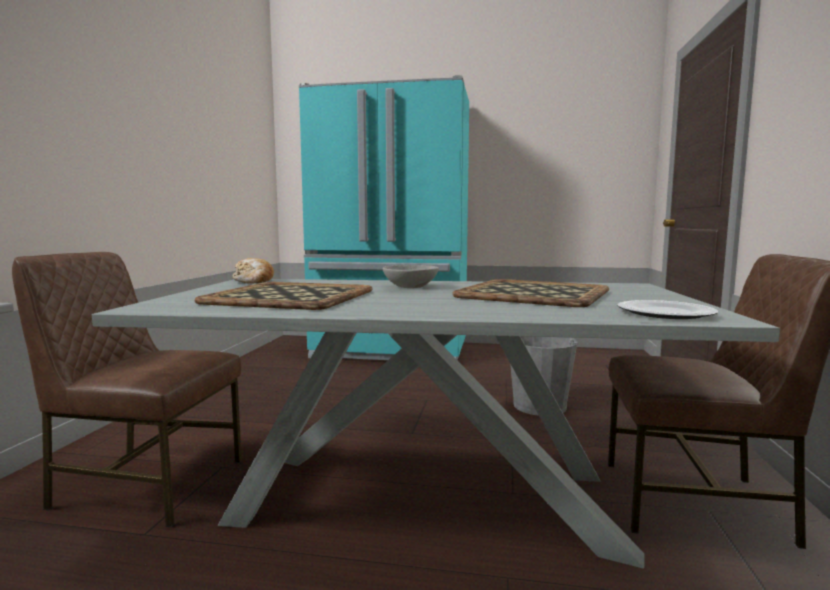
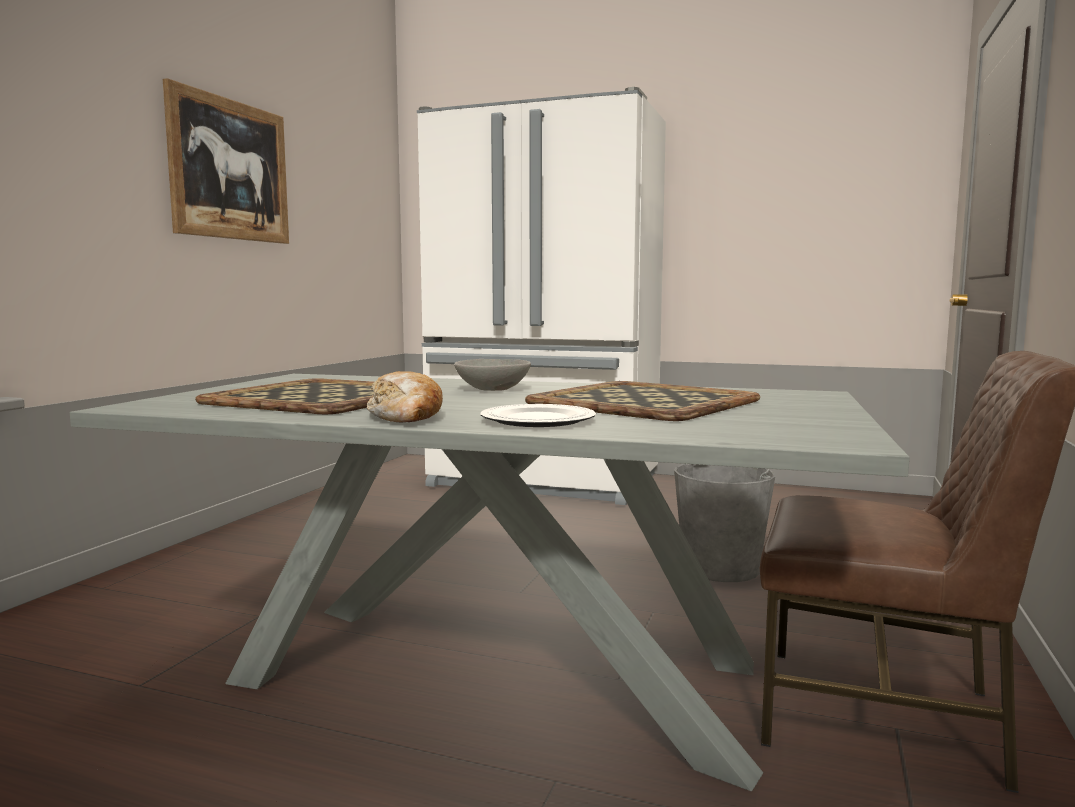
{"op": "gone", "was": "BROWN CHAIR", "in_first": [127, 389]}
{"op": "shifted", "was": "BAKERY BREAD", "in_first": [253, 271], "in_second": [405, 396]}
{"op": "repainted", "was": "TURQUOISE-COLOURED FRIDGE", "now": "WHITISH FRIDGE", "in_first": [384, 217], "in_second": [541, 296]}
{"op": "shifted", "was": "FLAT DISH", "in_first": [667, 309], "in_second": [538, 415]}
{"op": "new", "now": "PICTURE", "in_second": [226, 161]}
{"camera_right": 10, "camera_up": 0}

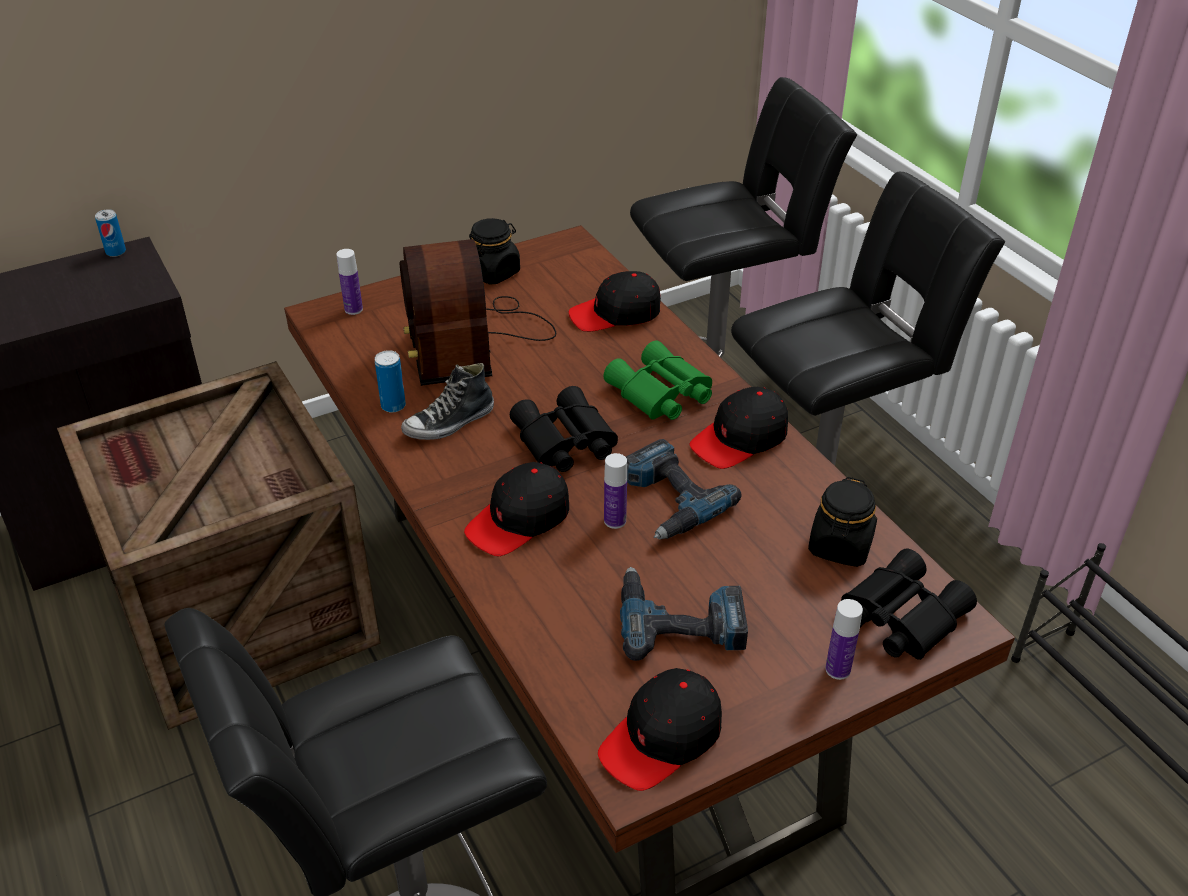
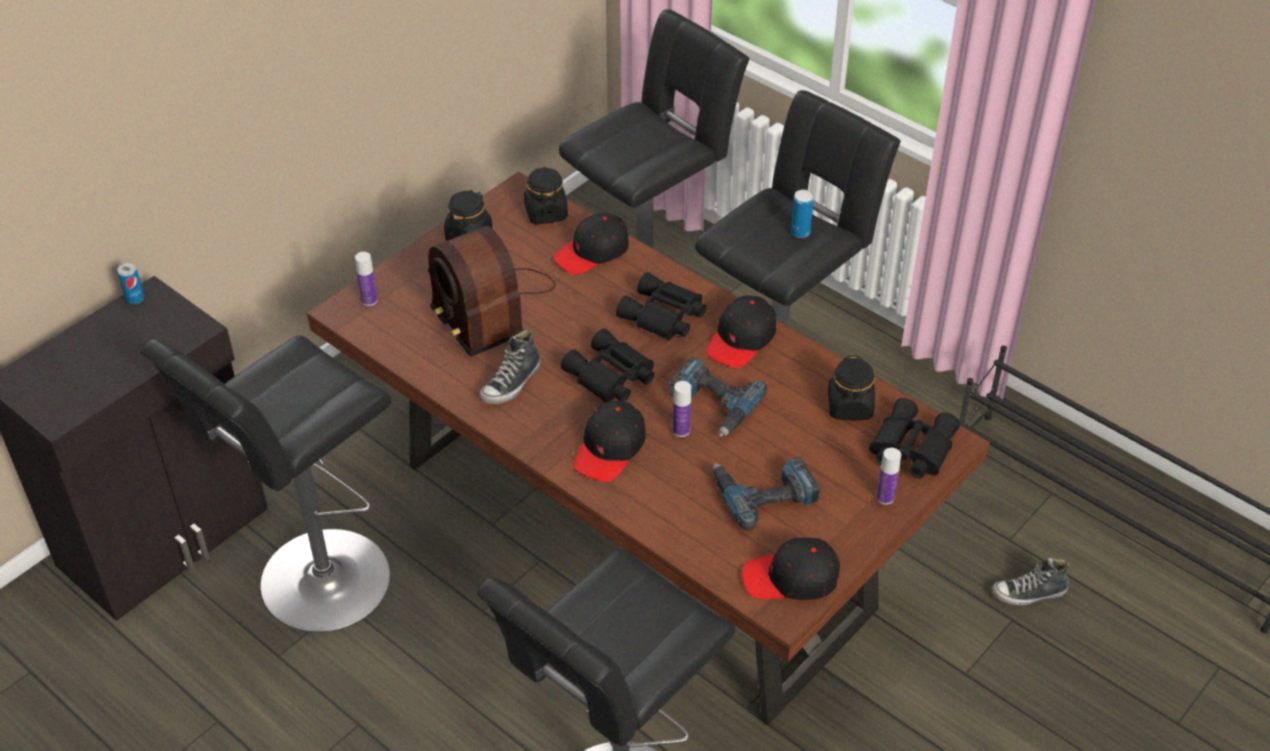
{"op": "swapped", "was": "PACKING CRATE", "now": "BLACK-COLOURED SITTING STOOL", "in_first": [219, 545], "in_second": [265, 484]}
{"op": "shifted", "was": "SEALED CAN", "in_first": [390, 381], "in_second": [802, 214]}
{"op": "rotated", "was": "BLACK-COLOURED PEAKED CAP", "in_first": [660, 729], "in_second": [791, 568], "clockwise": 60}
{"op": "repainted", "was": "GREEN FIELD GLASSES", "now": "BLACK-COLOURED FIELD GLASSES", "in_first": [658, 380], "in_second": [661, 306]}
{"op": "new", "now": "BLACK-COLOURED STORAGE JAR", "in_second": [546, 196]}
{"op": "new", "now": "ITEM OF FOOTWEAR", "in_second": [1030, 581]}
{"camera_right": -20, "camera_up": 5}

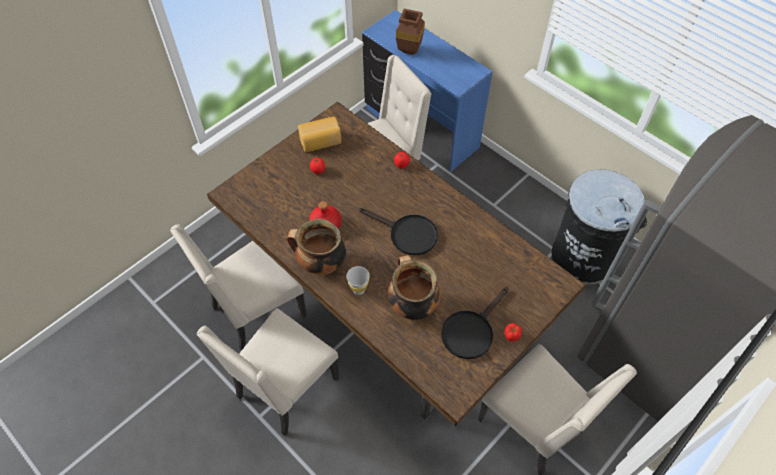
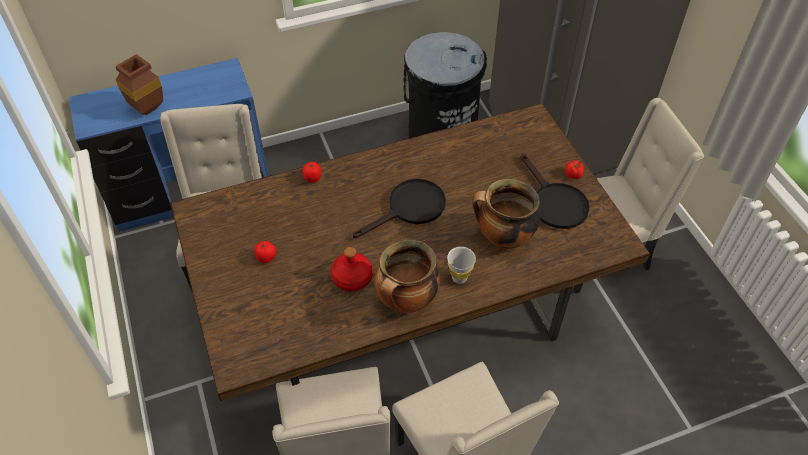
{"op": "gone", "was": "BAKERY BREAD", "in_first": [319, 134]}
{"camera_right": -65, "camera_up": -5}

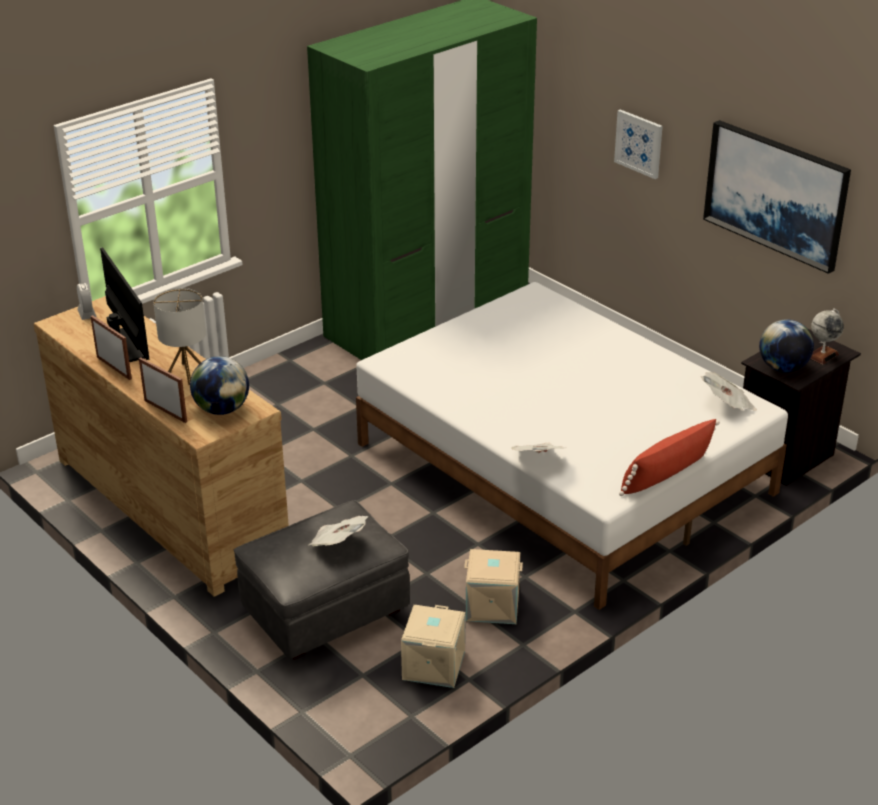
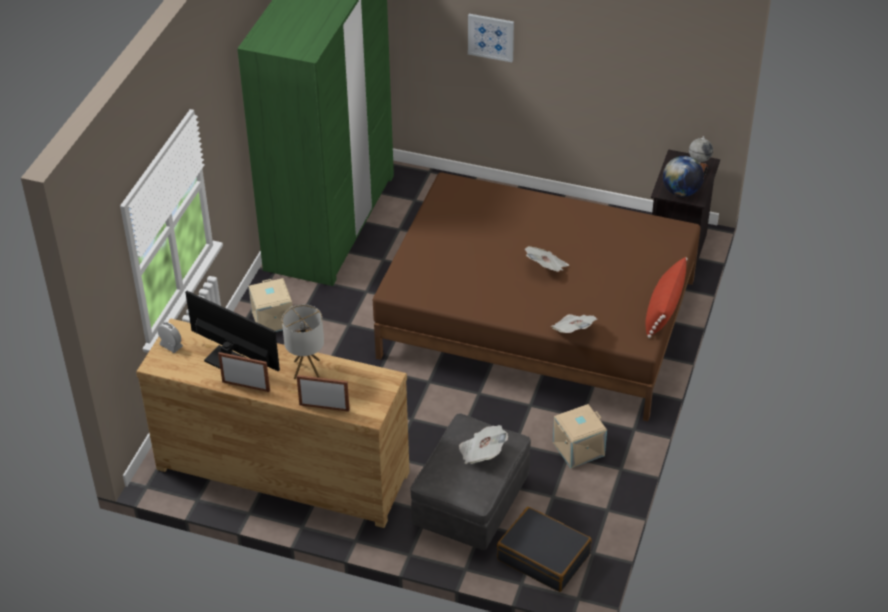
{"op": "gone", "was": "WORLD GLOBE", "in_first": [219, 385]}
{"op": "repainted", "was": "WHITISH BED", "now": "BROWN BED", "in_first": [572, 446], "in_second": [537, 297]}
{"op": "shifted", "was": "SAND-COLOURED STORAGE BIN", "in_first": [433, 646], "in_second": [270, 305]}
{"op": "shifted", "was": "DAILY PAPER", "in_first": [729, 391], "in_second": [547, 259]}
{"op": "gone", "was": "PICTURE", "in_first": [777, 197]}
{"op": "new", "now": "BLACK-COLOURED PIECE OF LUGGAGE", "in_second": [544, 549]}
{"camera_right": -30, "camera_up": 10}

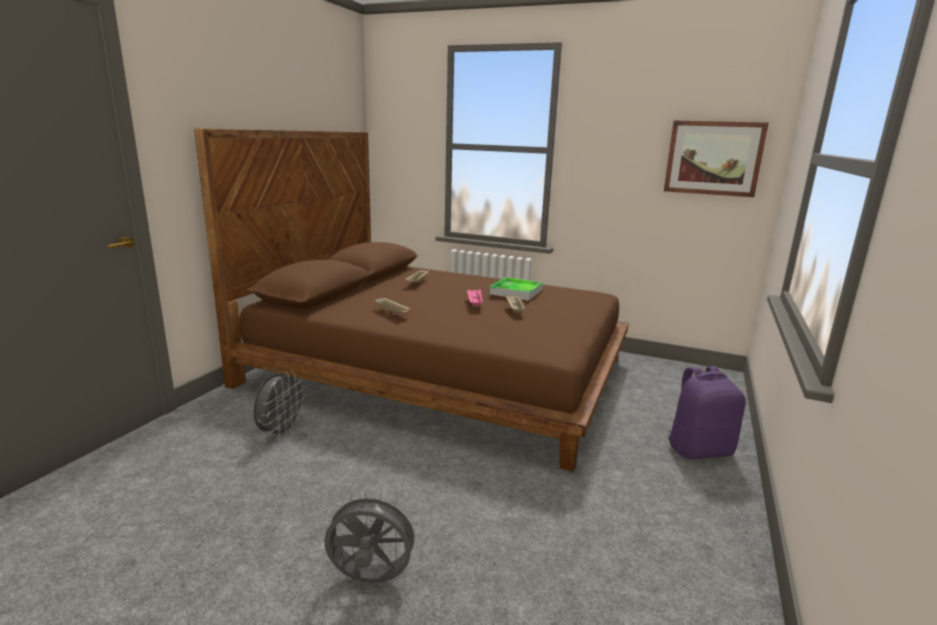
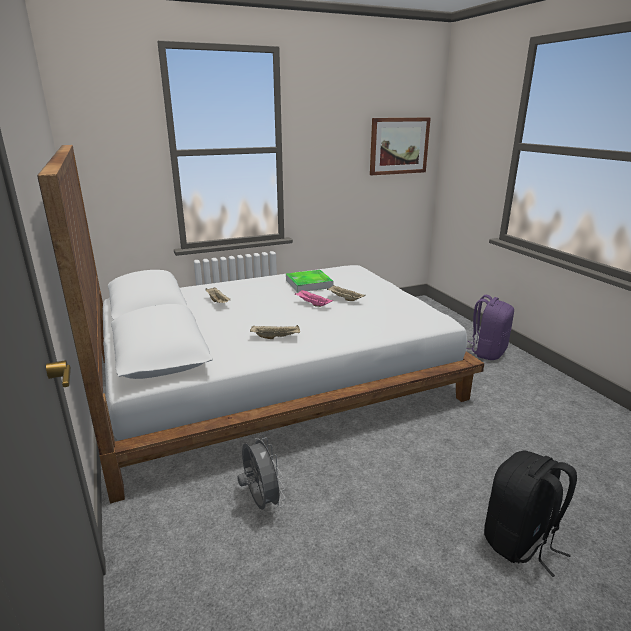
{"op": "repainted", "was": "BROWN BED", "now": "WHITISH BED", "in_first": [411, 300], "in_second": [260, 324]}
{"op": "swapped", "was": "GRAY ELECTRIC FAN", "now": "BLACK-COLOURED RUCKSACK", "in_first": [372, 537], "in_second": [530, 513]}
{"camera_right": -45, "camera_up": 5}

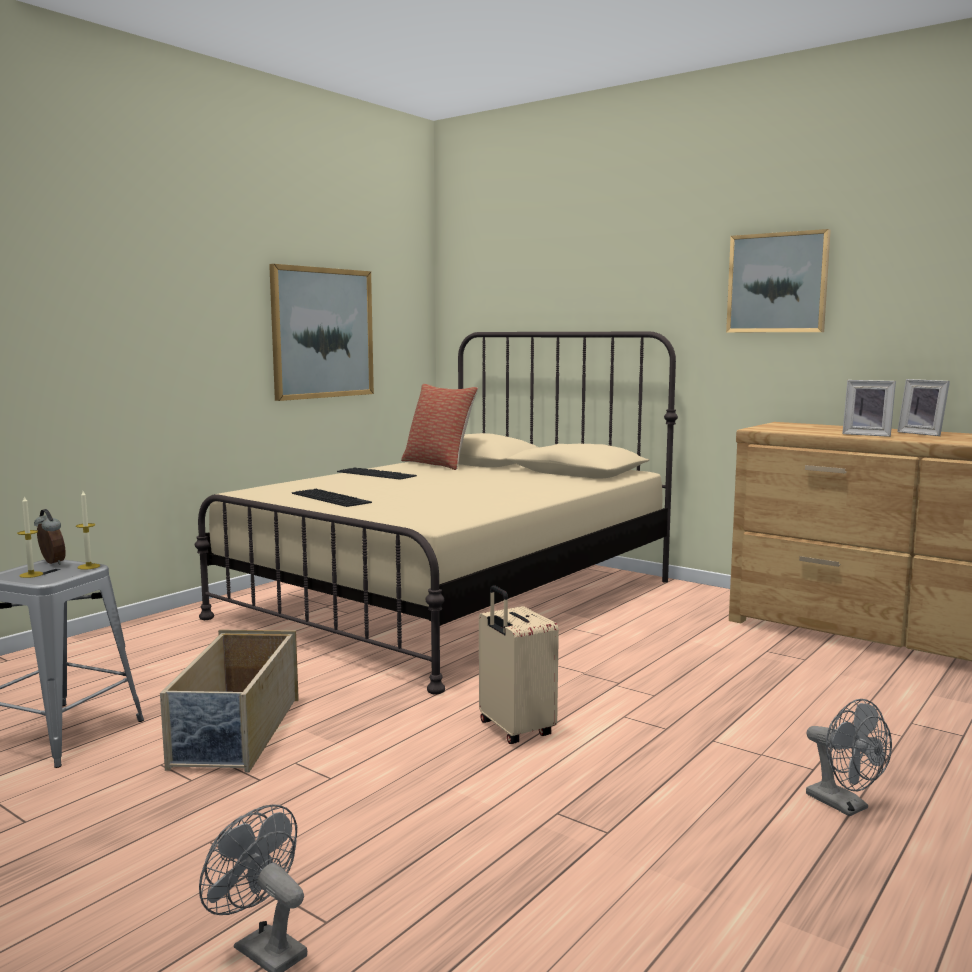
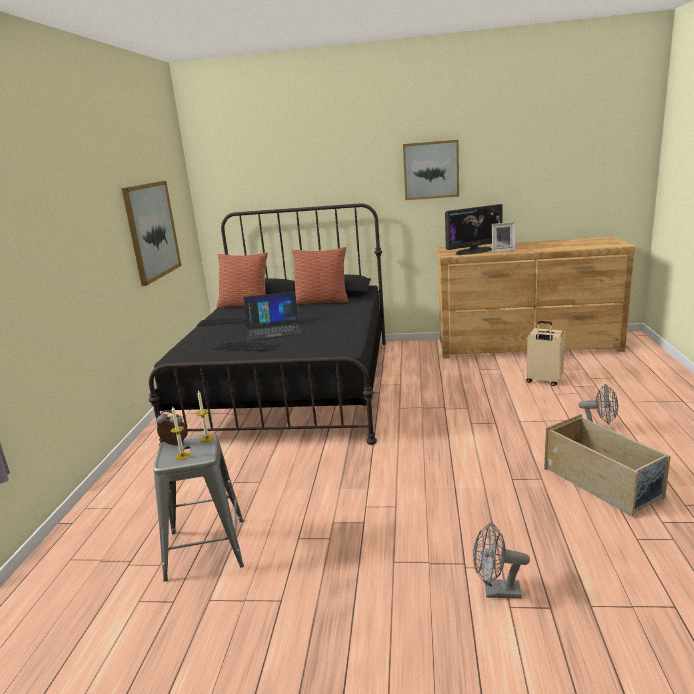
{"op": "shifted", "was": "SAND-COLOURED STORAGE BIN", "in_first": [229, 701], "in_second": [607, 465]}
{"op": "repainted", "was": "SAND-COLOURED BED", "now": "BLACK-COLOURED BED", "in_first": [436, 513], "in_second": [267, 324]}
{"op": "shifted", "was": "SAND-COLOURED PIECE OF LUGGAGE", "in_first": [519, 664], "in_second": [545, 353]}
{"op": "gone", "was": "PHOTO FRAME", "in_first": [923, 407]}
{"op": "new", "now": "PORTABLE COMPUTER", "in_second": [272, 316]}
{"op": "new", "now": "CUSHION", "in_second": [320, 275]}
{"op": "new", "now": "MONITOR", "in_second": [474, 229]}
{"camera_right": -30, "camera_up": 10}

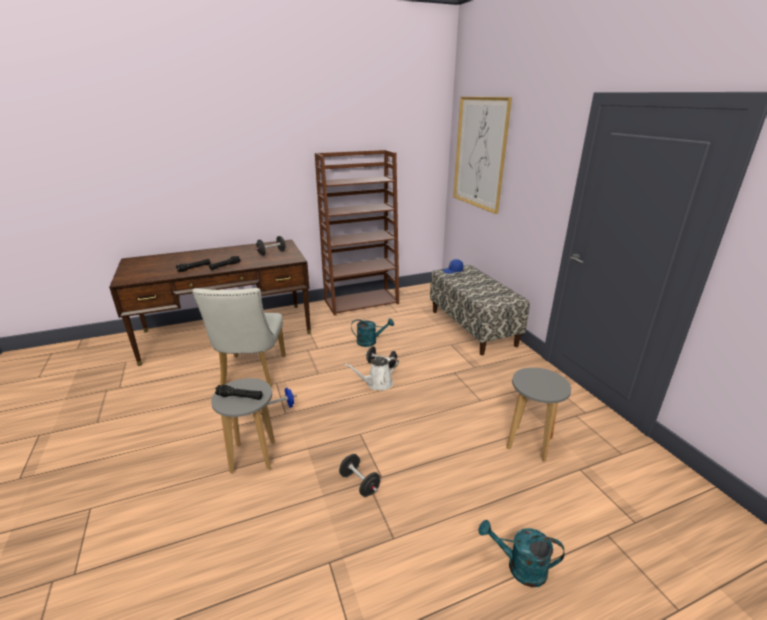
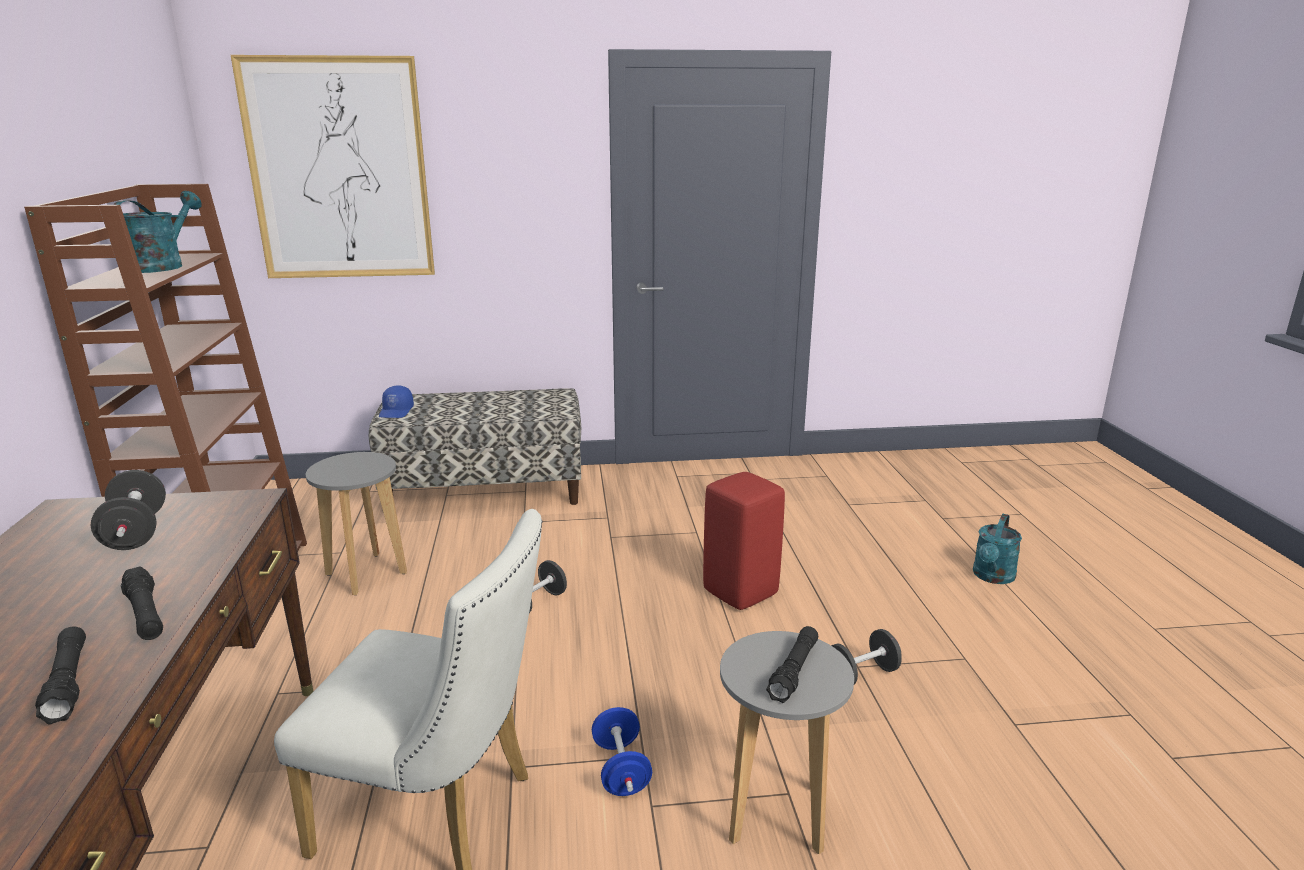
{"op": "gone", "was": "WHITISH SPRINKLING CAN", "in_first": [371, 373]}
{"op": "shifted", "was": "TURQUOISE-COLOURED SPRINKLING CAN", "in_first": [372, 332], "in_second": [157, 232]}
{"op": "shifted", "was": "GRAY SITTING STOOL", "in_first": [538, 414], "in_second": [356, 523]}
{"op": "new", "now": "RED-COLOURED SITTING STOOL", "in_second": [744, 541]}
{"camera_right": -75, "camera_up": -5}

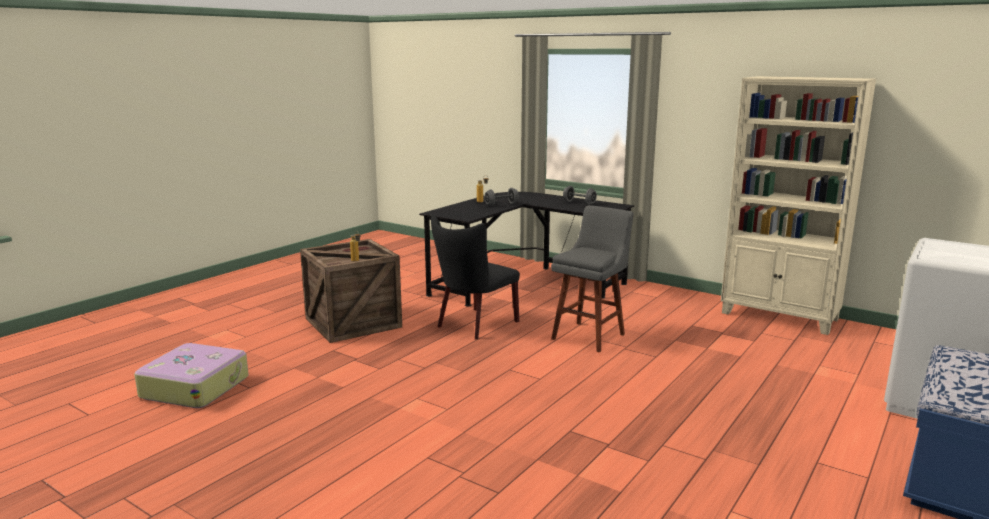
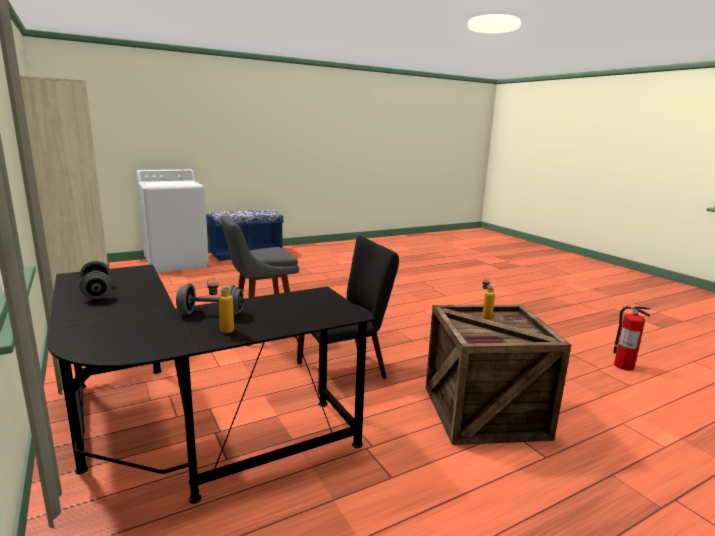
{"op": "swapped", "was": "PIECE OF LUGGAGE", "now": "FIRE EXTINGUISHER", "in_first": [191, 375], "in_second": [631, 338]}
{"camera_right": -155, "camera_up": 0}

